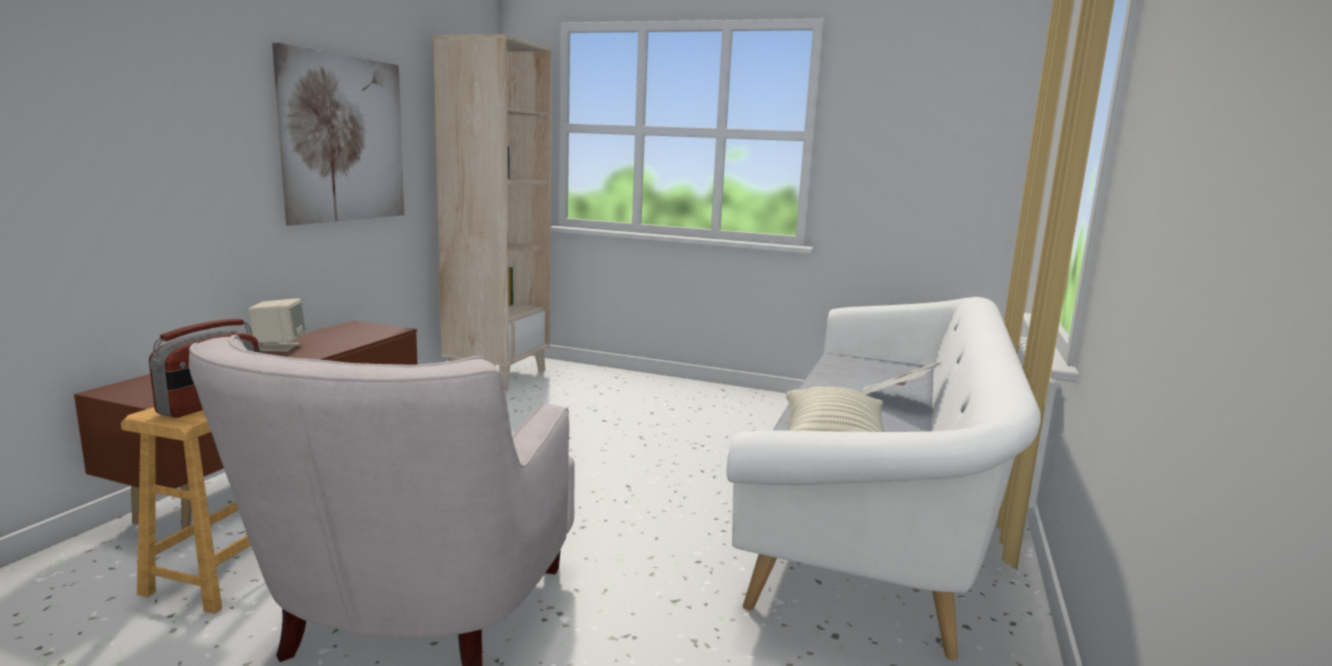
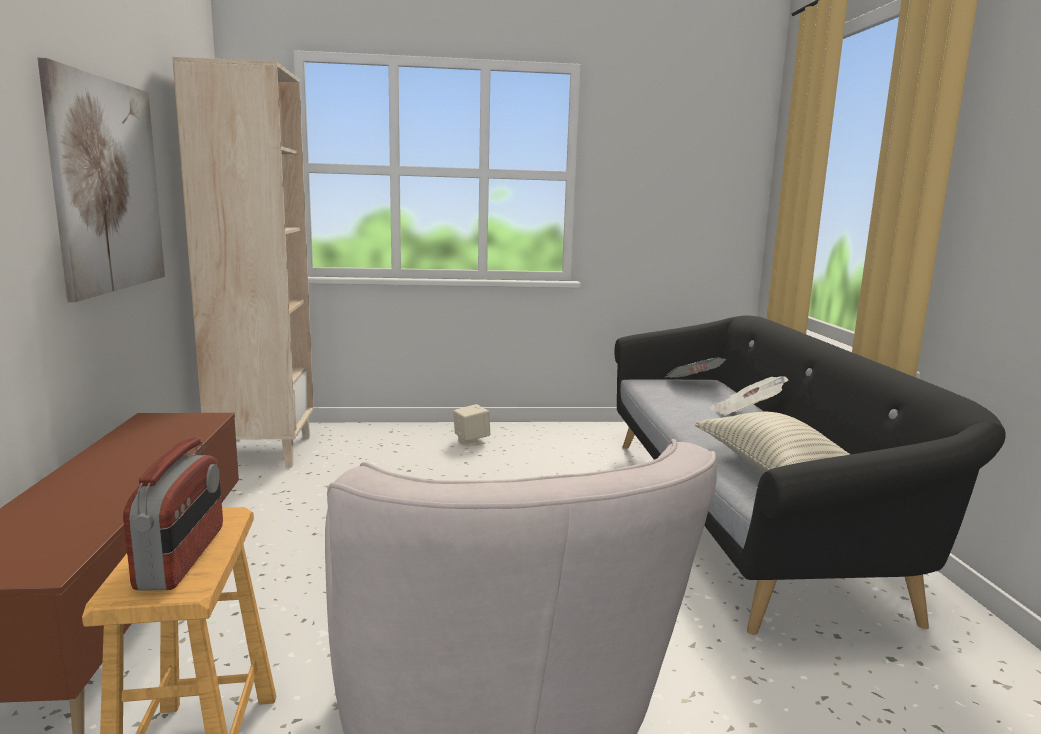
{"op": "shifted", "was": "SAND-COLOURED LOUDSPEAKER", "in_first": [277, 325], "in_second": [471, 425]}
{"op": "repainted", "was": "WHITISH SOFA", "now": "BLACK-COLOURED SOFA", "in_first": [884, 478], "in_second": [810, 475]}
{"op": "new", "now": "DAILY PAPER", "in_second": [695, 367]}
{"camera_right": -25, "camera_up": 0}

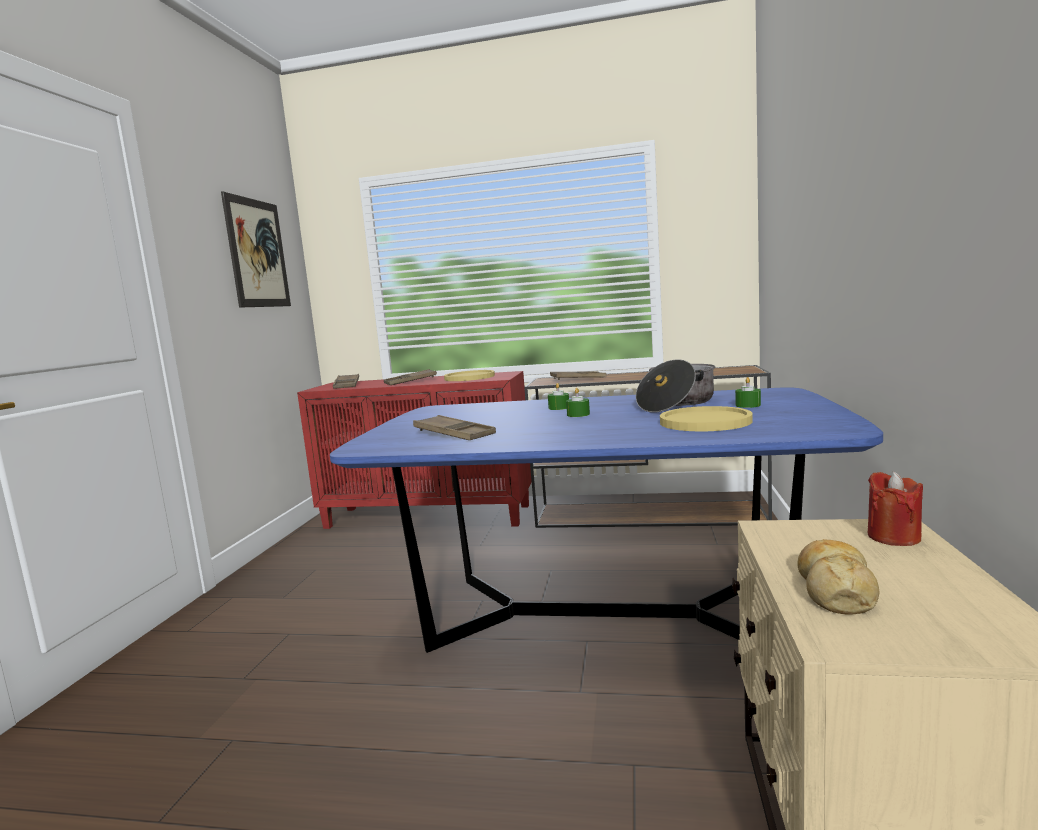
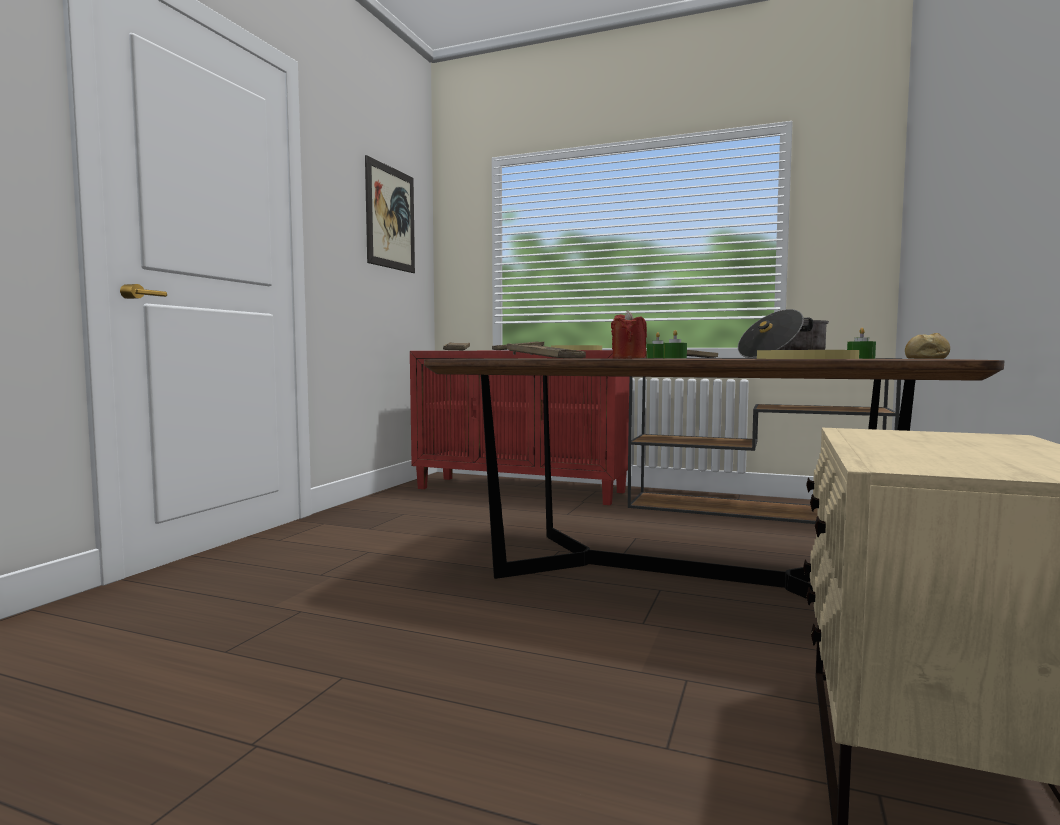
{"op": "repainted", "was": "BLUISH DINING TABLE", "now": "BROWN DINING TABLE", "in_first": [606, 520], "in_second": [714, 478]}
{"op": "shifted", "was": "BAKERY BREAD", "in_first": [838, 577], "in_second": [927, 346]}
{"op": "shifted", "was": "RED-COLOURED CANDLE", "in_first": [895, 509], "in_second": [629, 334]}
{"camera_right": 10, "camera_up": -5}

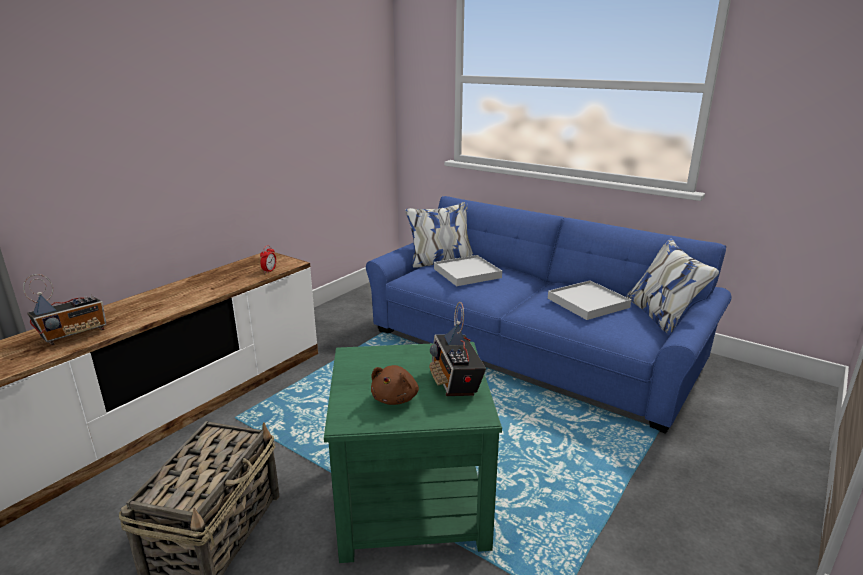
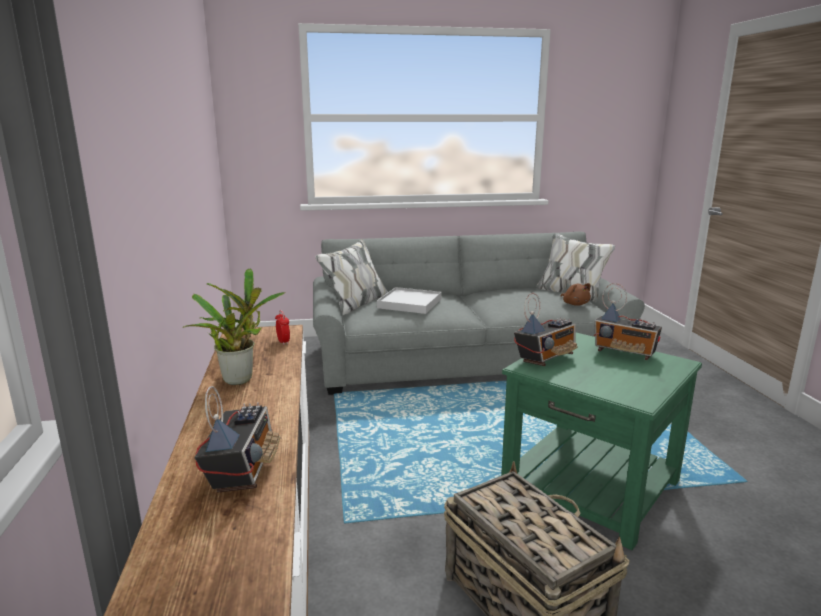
{"op": "repainted", "was": "BLUISH SOFA", "now": "GRAY SOFA", "in_first": [549, 315], "in_second": [479, 313]}
{"op": "shifted", "was": "BROWN PLUSH TOY", "in_first": [395, 385], "in_second": [576, 294]}
{"op": "gone", "was": "WHITISH CARRYING TRAY", "in_first": [589, 300]}
{"op": "new", "now": "POTTED PLANT", "in_second": [234, 326]}
{"op": "new", "now": "RADIO RECEIVER", "in_second": [546, 329]}
{"camera_right": -45, "camera_up": -5}

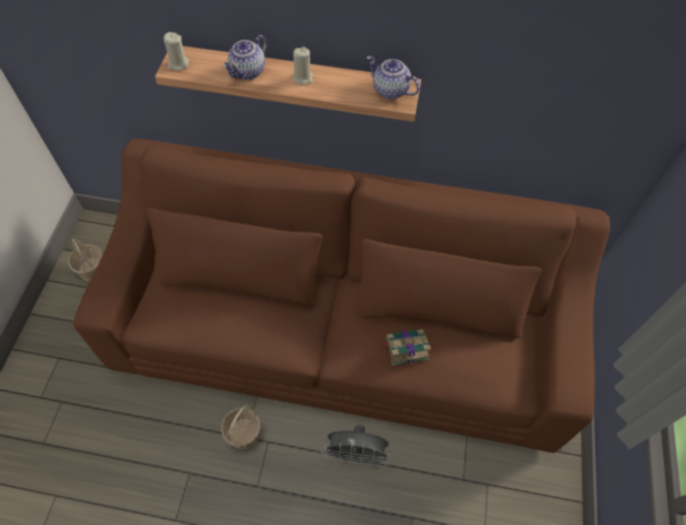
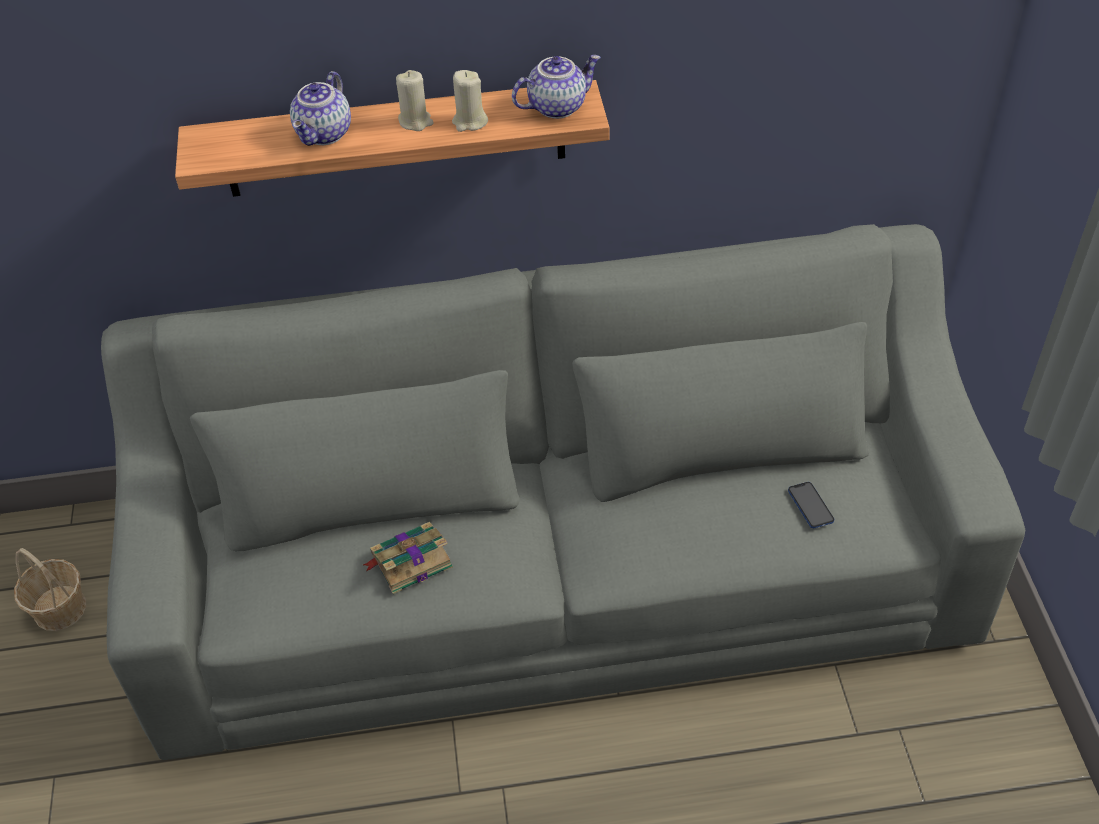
{"op": "repainted", "was": "BROWN SOFA", "now": "GRAY SOFA", "in_first": [341, 296], "in_second": [563, 492]}
{"op": "shifted", "was": "SAND-COLOURED CANDLE", "in_first": [176, 51], "in_second": [470, 101]}
{"op": "gone", "was": "HOUSEHOLD BASKET", "in_first": [241, 426]}
{"op": "gone", "was": "GRAY ELECTRIC FAN", "in_first": [356, 446]}
{"op": "rotated", "was": "POT FOR TEA", "in_first": [393, 77], "in_second": [556, 87], "clockwise": 135}
{"op": "shifted", "was": "VOLUME", "in_first": [405, 347], "in_second": [408, 558]}
{"op": "new", "now": "PHONE", "in_second": [811, 505]}
{"camera_right": -15, "camera_up": -10}

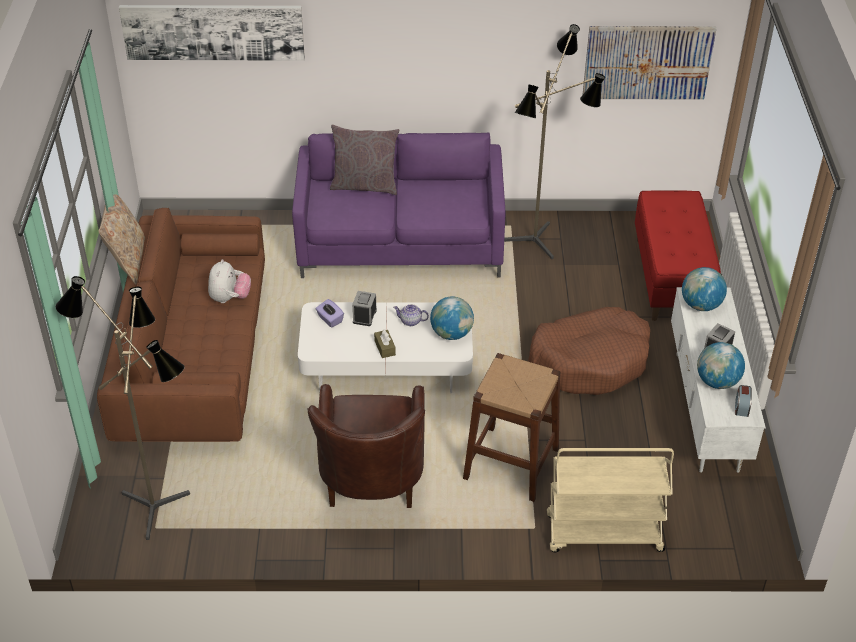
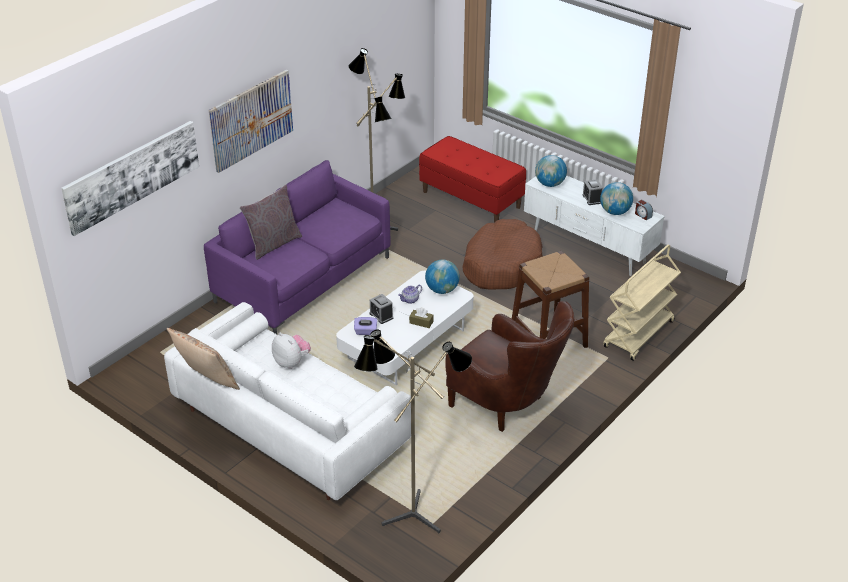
{"op": "repainted", "was": "BROWN SOFA", "now": "WHITISH SOFA", "in_first": [181, 325], "in_second": [287, 401]}
{"op": "shifted", "was": "PICTURE", "in_first": [649, 63], "in_second": [251, 121]}
{"camera_right": -50, "camera_up": -5}

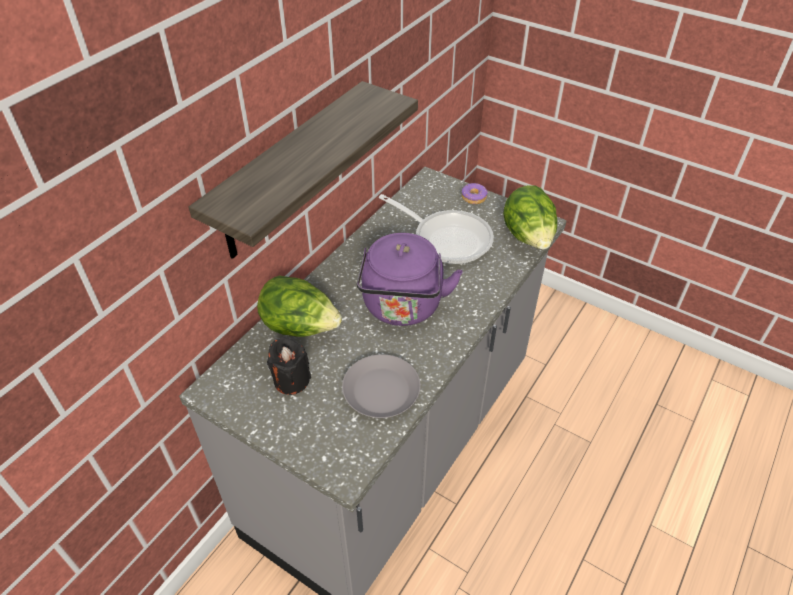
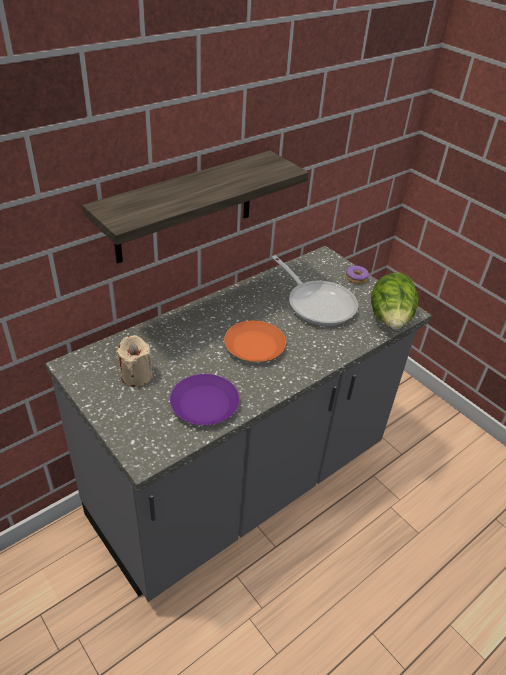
{"op": "gone", "was": "LETTUCE HEAD", "in_first": [299, 306]}
{"op": "repainted", "was": "BLACK-COLOURED CANDLE", "now": "SAND-COLOURED CANDLE", "in_first": [289, 365], "in_second": [134, 361]}
{"op": "repainted", "was": "GRAY FLAT DISH", "now": "PURPLISH FLAT DISH", "in_first": [381, 386], "in_second": [204, 399]}
{"op": "swapped", "was": "PURPLISH WATER KETTLE", "now": "ORANGE-COLOURED FLAT DISH", "in_first": [410, 279], "in_second": [255, 341]}
{"camera_right": 15, "camera_up": -5}

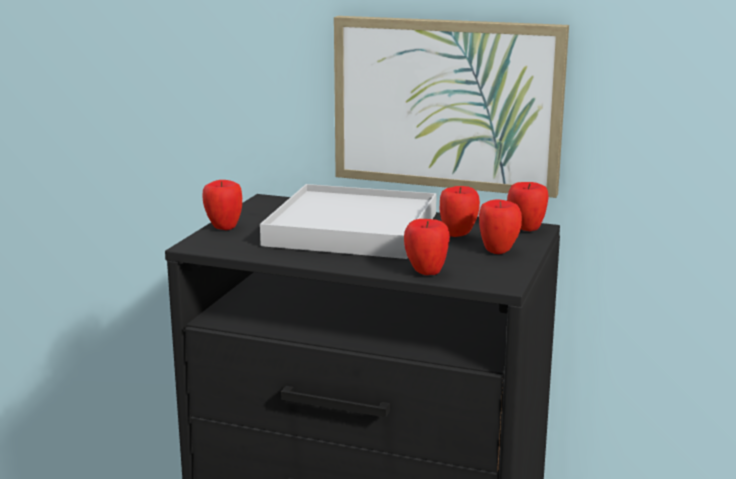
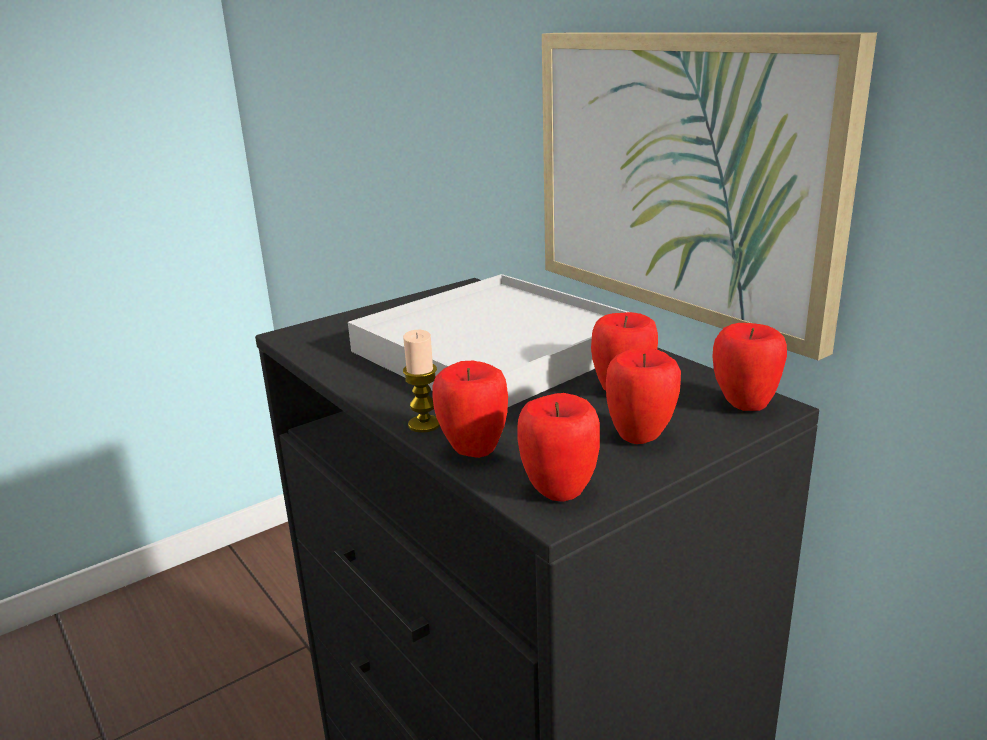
{"op": "shifted", "was": "WHOLE APPLE", "in_first": [222, 205], "in_second": [558, 447]}
{"op": "new", "now": "CANDLE", "in_second": [421, 381]}
{"camera_right": 35, "camera_up": 5}

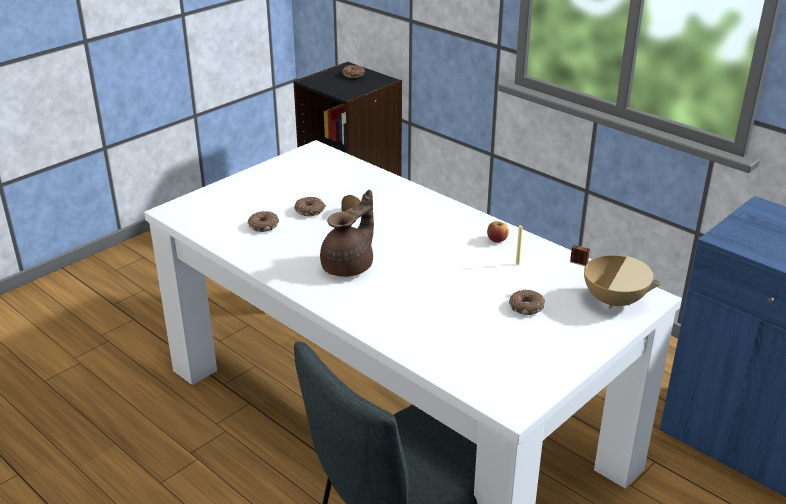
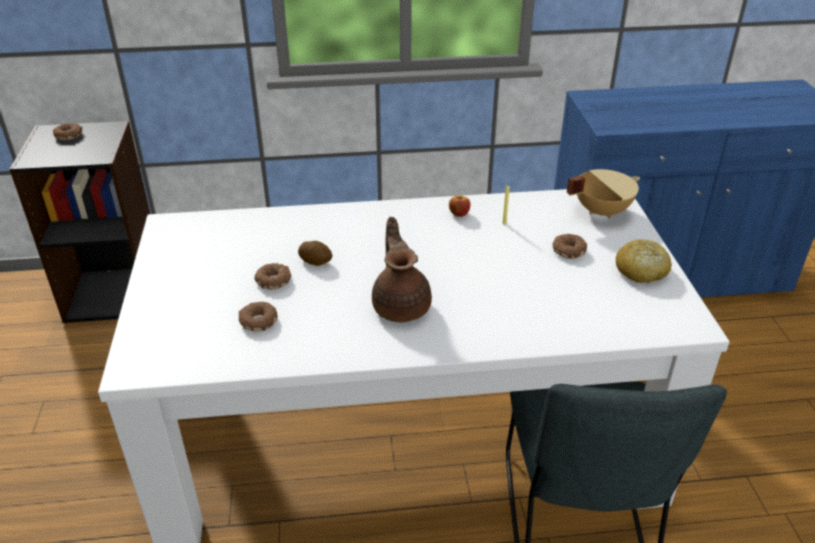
{"op": "new", "now": "BAKERY BREAD", "in_second": [644, 261]}
{"camera_right": -50, "camera_up": 5}

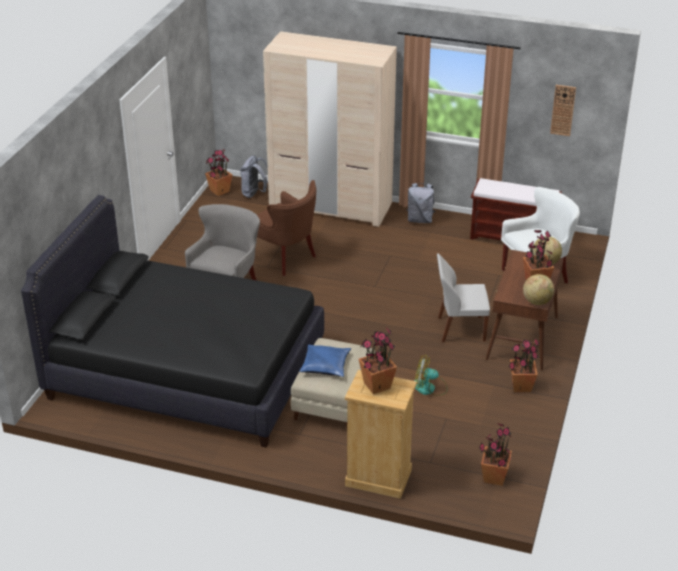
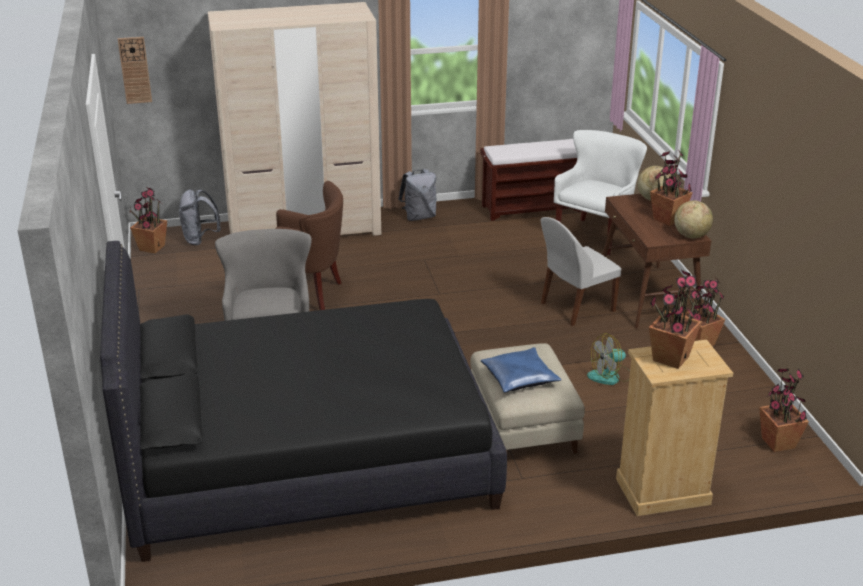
{"op": "shifted", "was": "WALL CLOCK", "in_first": [563, 110], "in_second": [135, 70]}
{"camera_right": -30, "camera_up": -5}

